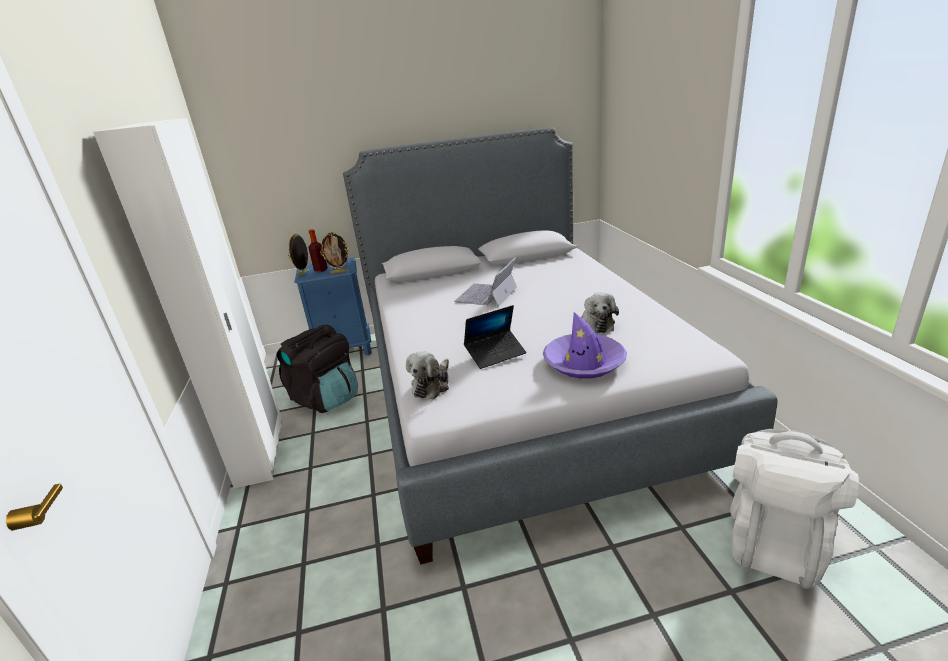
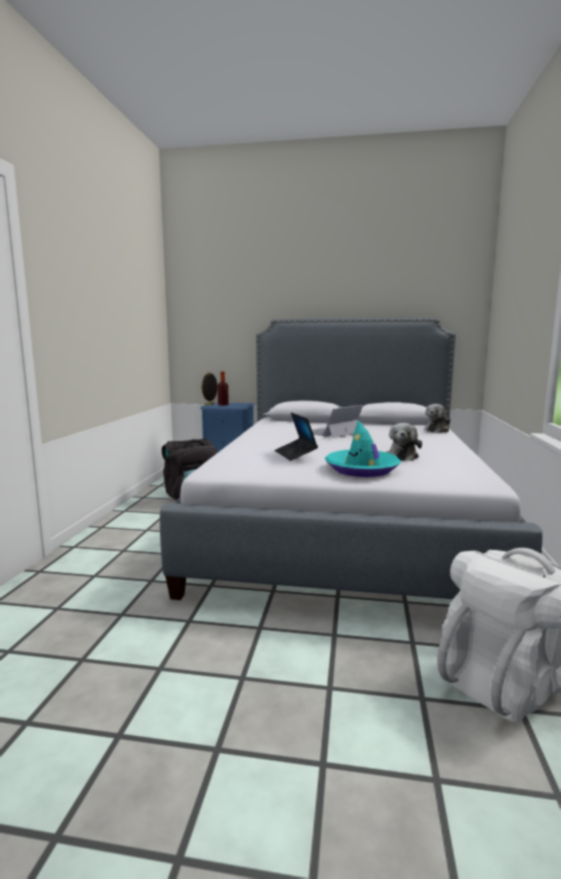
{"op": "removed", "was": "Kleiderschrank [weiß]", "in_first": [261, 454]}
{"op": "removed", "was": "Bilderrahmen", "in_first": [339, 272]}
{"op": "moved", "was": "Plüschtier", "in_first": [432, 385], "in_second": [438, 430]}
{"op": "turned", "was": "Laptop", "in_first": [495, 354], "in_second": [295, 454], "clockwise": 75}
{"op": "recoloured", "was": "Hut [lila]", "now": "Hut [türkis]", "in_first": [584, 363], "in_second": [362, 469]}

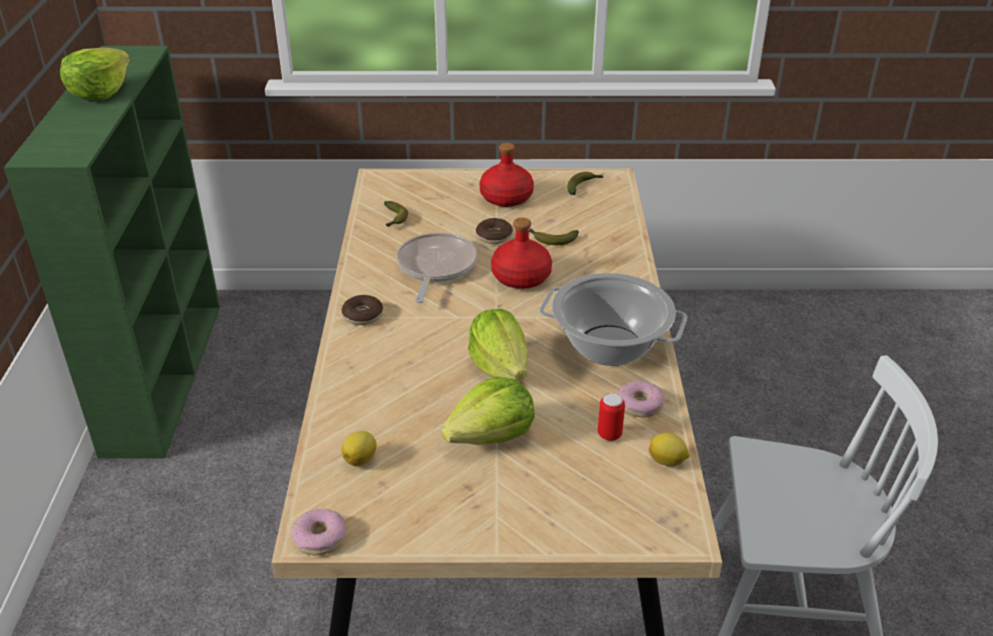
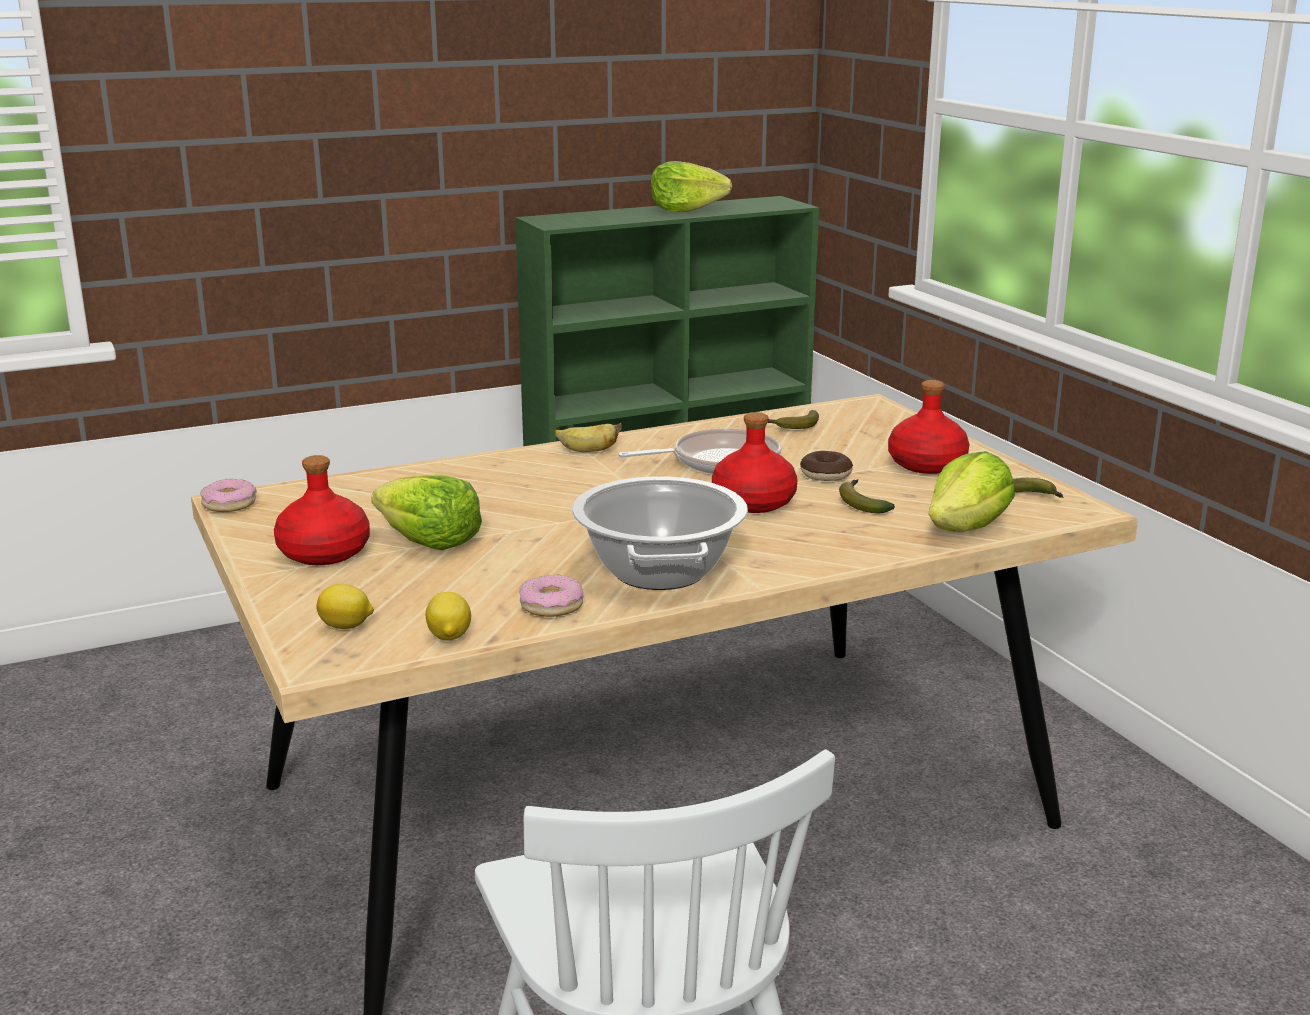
{"op": "replaced", "was": "Donut", "now": "Banane", "in_first": [362, 315], "in_second": [588, 451]}
{"op": "moved", "was": "Zitrone", "in_first": [361, 459], "in_second": [346, 626]}
{"op": "moved", "was": "Salatkopf", "in_first": [500, 366], "in_second": [967, 528]}
{"op": "removed", "was": "Dose", "in_first": [609, 435]}
{"op": "added", "now": "Flasche [rot]", "in_second": [323, 553]}

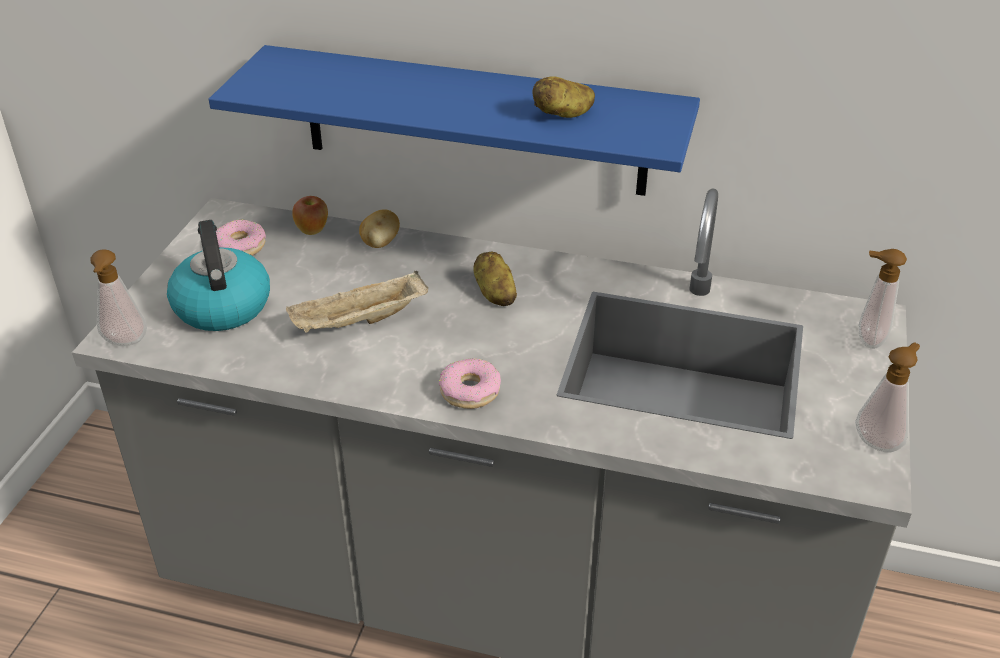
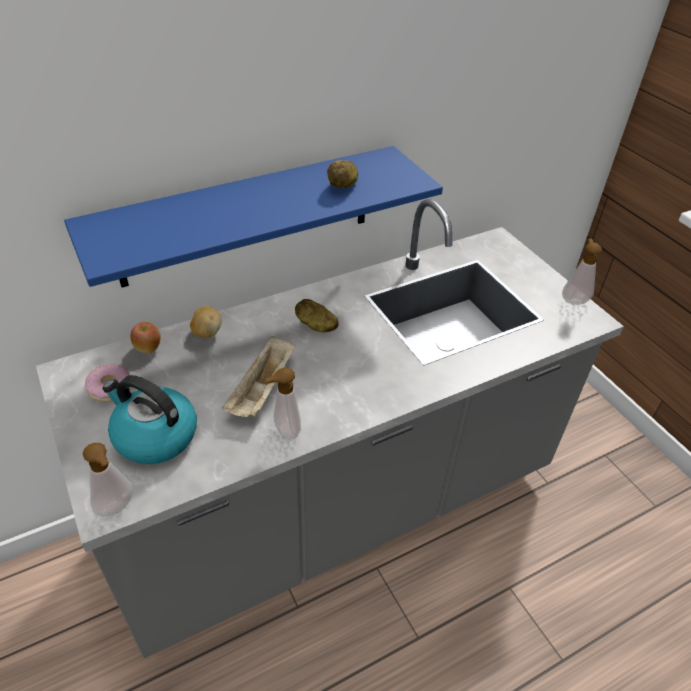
{"op": "removed", "was": "Donut", "in_first": [469, 391]}
{"op": "moved", "was": "Seifenspender", "in_first": [867, 339], "in_second": [284, 431]}

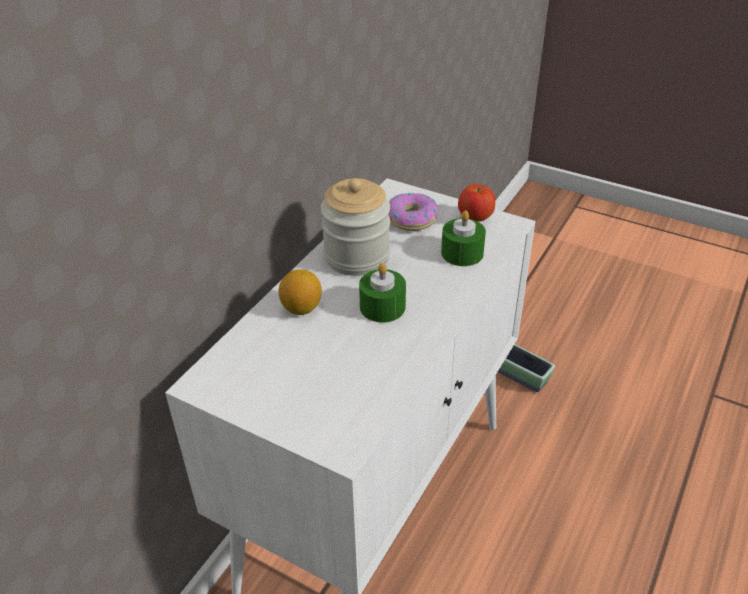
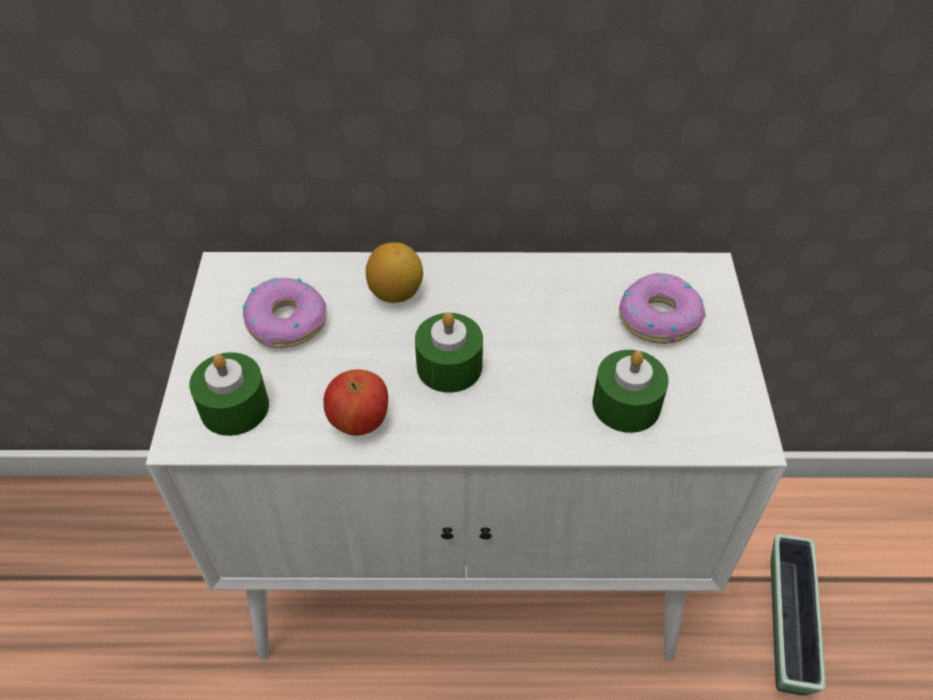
{"op": "removed", "was": "Vorratsglas", "in_first": [357, 256]}
{"op": "moved", "was": "Apfel", "in_first": [475, 218], "in_second": [360, 421]}
{"op": "added", "now": "Kerze [grün]", "in_second": [234, 407]}
{"op": "added", "now": "Donut", "in_second": [286, 321]}

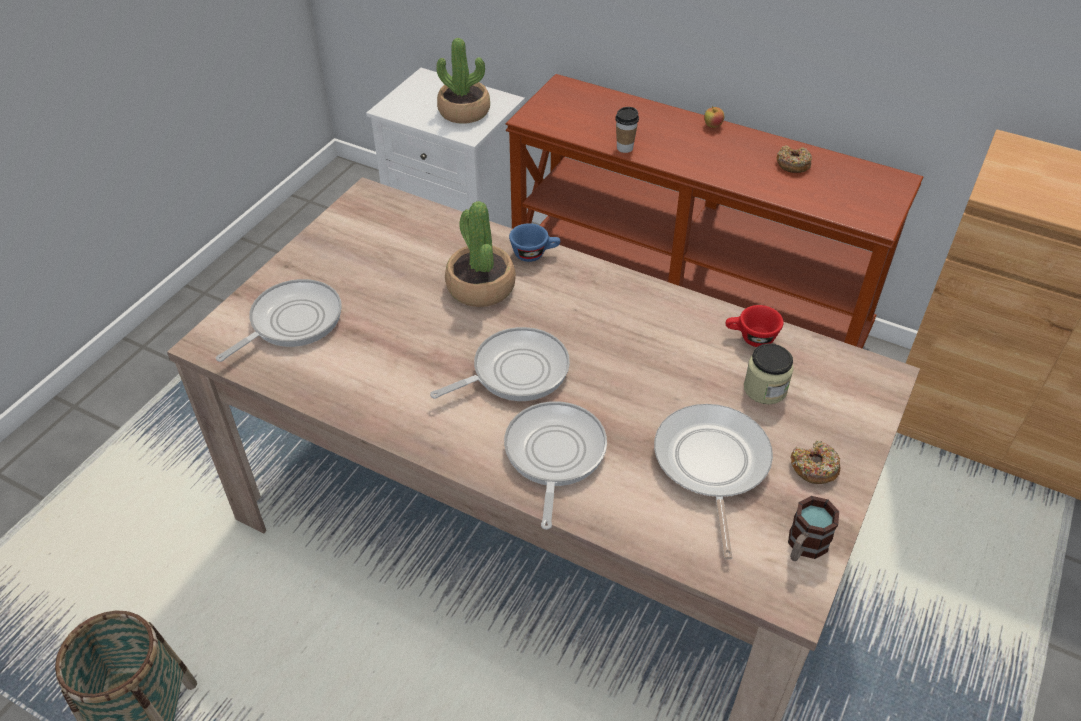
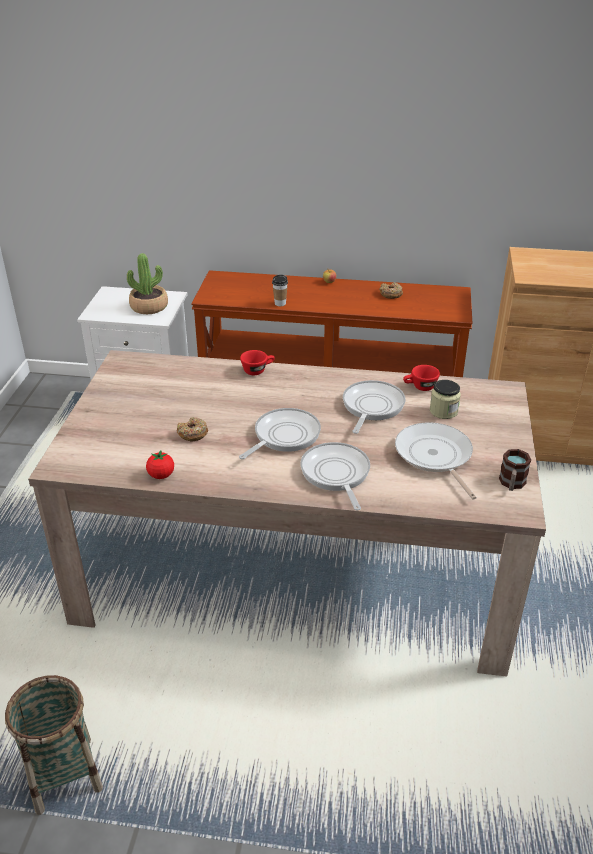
{"op": "moved", "was": "Pfanne", "in_first": [291, 322], "in_second": [371, 407]}
{"op": "removed", "was": "Topfpflanze", "in_first": [480, 287]}
{"op": "recoloured", "was": "Tasse [blau]", "now": "Tasse [rot]", "in_first": [534, 254], "in_second": [258, 370]}
{"op": "moved", "was": "Donut", "in_first": [814, 468], "in_second": [193, 434]}
{"op": "added", "now": "Tomate", "in_second": [161, 475]}

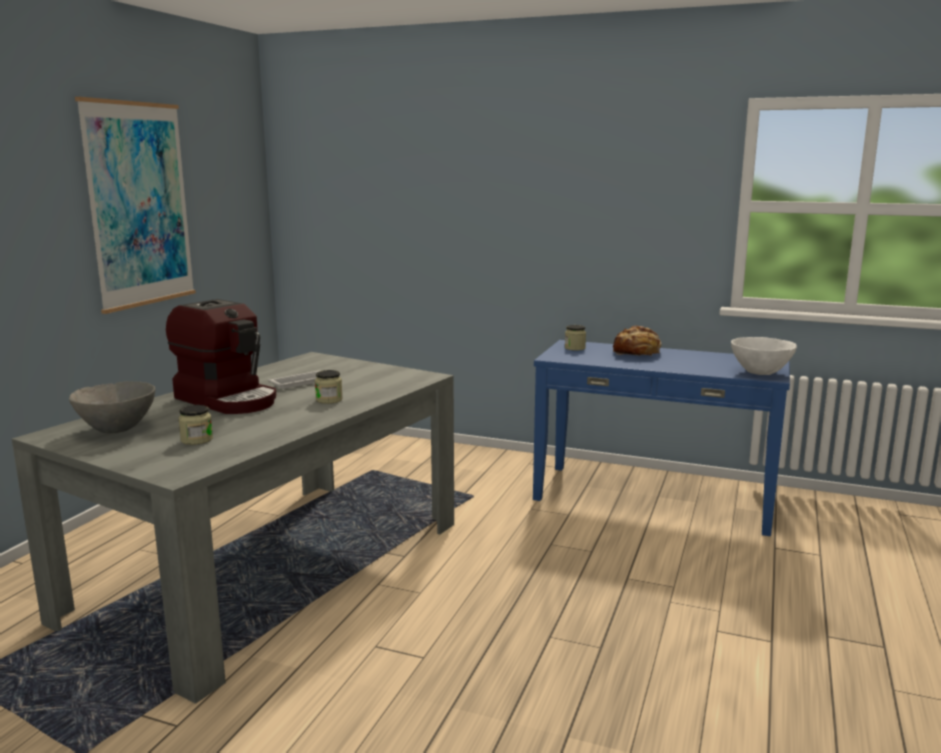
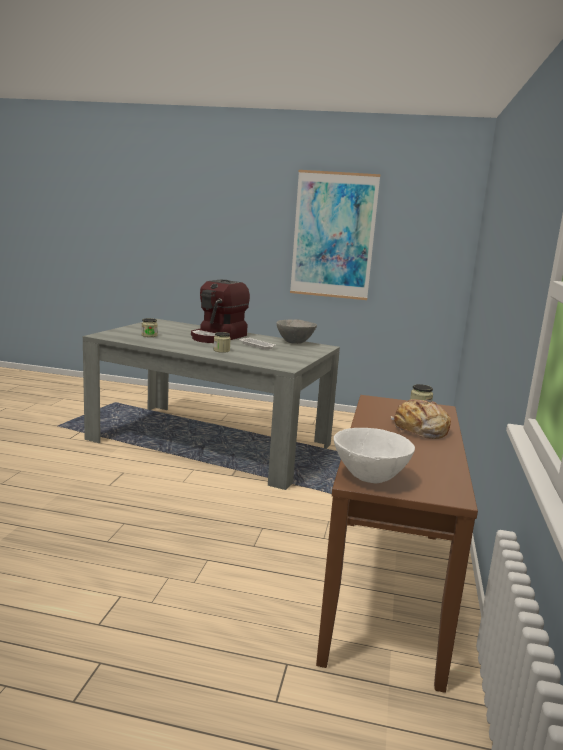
{"op": "moved", "was": "Schüssel [grau]", "in_first": [117, 429], "in_second": [295, 342]}
{"op": "recoloured", "was": "Konsolentisch [blau]", "now": "Konsolentisch [braun]", "in_first": [653, 498], "in_second": [387, 589]}

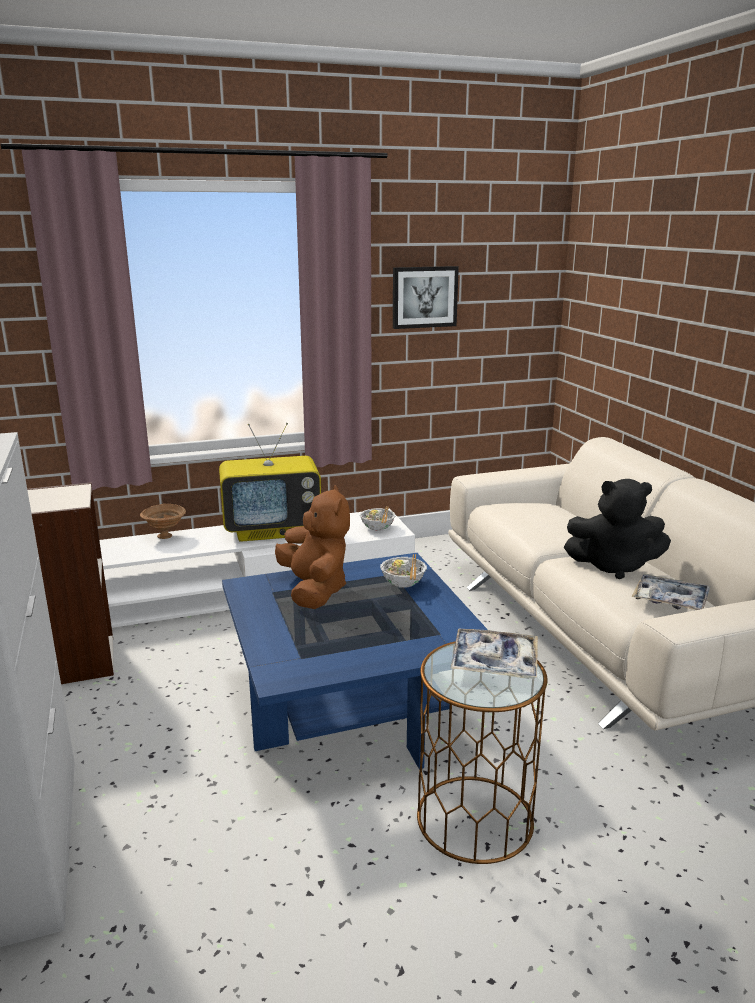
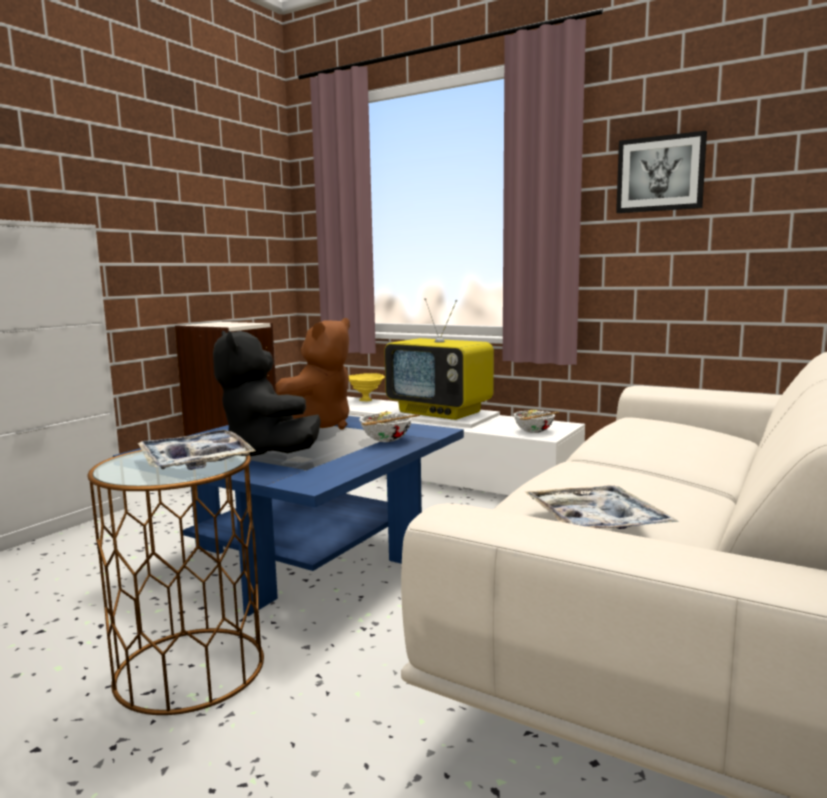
{"op": "recoloured", "was": "Schüssel [braun]", "now": "Schüssel [gelb]", "in_first": [166, 536], "in_second": [366, 400]}
{"op": "moved", "was": "Plüschtier [schwarz]", "in_first": [613, 566], "in_second": [266, 455]}

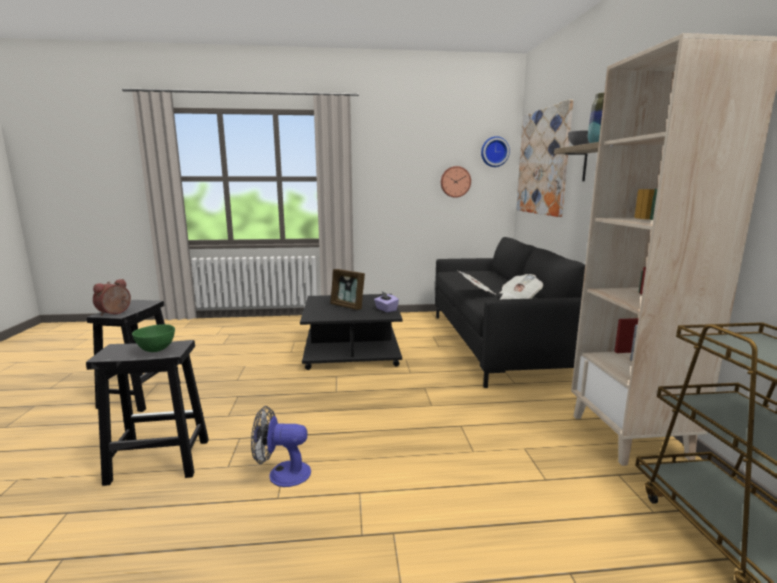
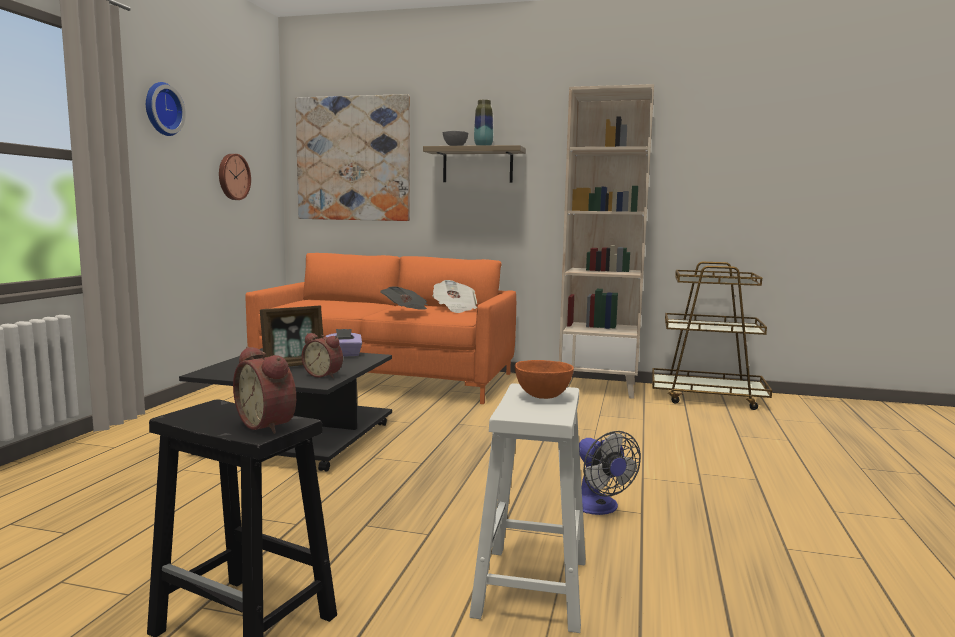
{"op": "recoloured", "was": "Hocker [schwarz]", "now": "Hocker [weiß]", "in_first": [157, 461], "in_second": [532, 588]}
{"op": "recoloured", "was": "Schüssel [grün]", "now": "Schüssel [orange]", "in_first": [156, 349], "in_second": [542, 396]}
{"op": "turned", "was": "Ventilator", "in_first": [282, 474], "in_second": [599, 508], "clockwise": -45}
{"op": "recoloured", "was": "Sofa [schwarz]", "now": "Sofa [orange]", "in_first": [500, 344], "in_second": [387, 378]}
{"op": "moved", "was": "Wanduhr", "in_first": [494, 152], "in_second": [161, 109]}
{"op": "added", "now": "Wecker", "in_second": [324, 375]}

